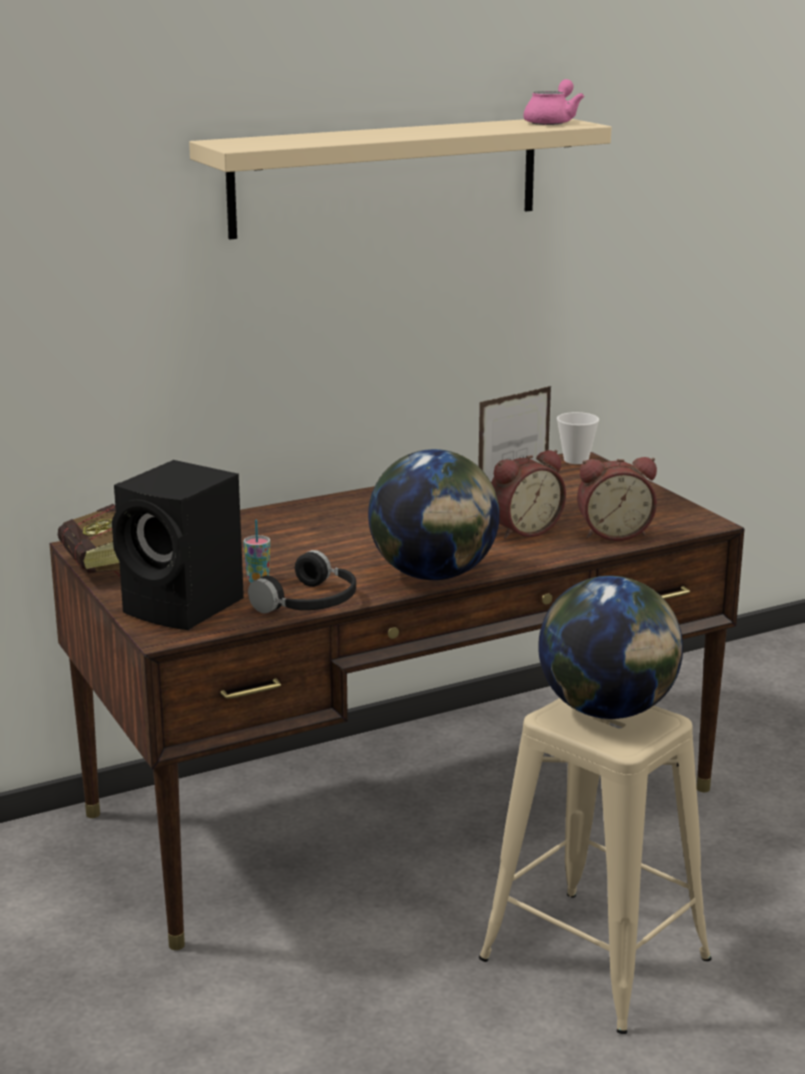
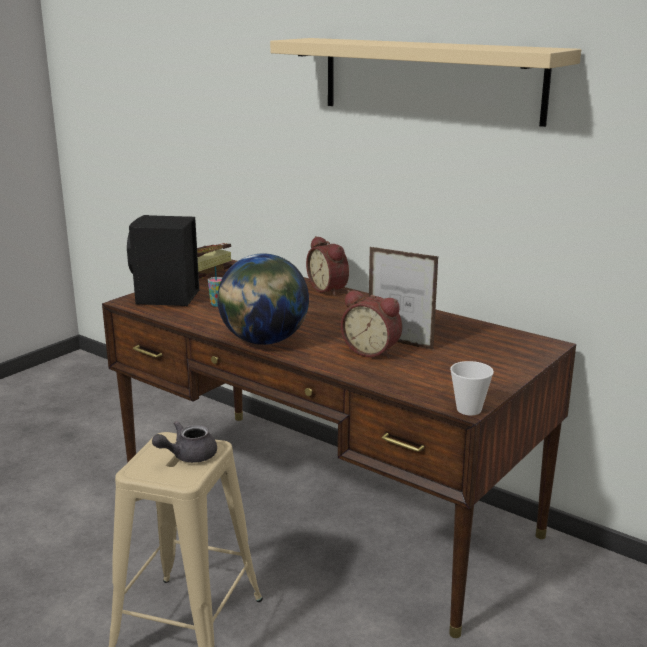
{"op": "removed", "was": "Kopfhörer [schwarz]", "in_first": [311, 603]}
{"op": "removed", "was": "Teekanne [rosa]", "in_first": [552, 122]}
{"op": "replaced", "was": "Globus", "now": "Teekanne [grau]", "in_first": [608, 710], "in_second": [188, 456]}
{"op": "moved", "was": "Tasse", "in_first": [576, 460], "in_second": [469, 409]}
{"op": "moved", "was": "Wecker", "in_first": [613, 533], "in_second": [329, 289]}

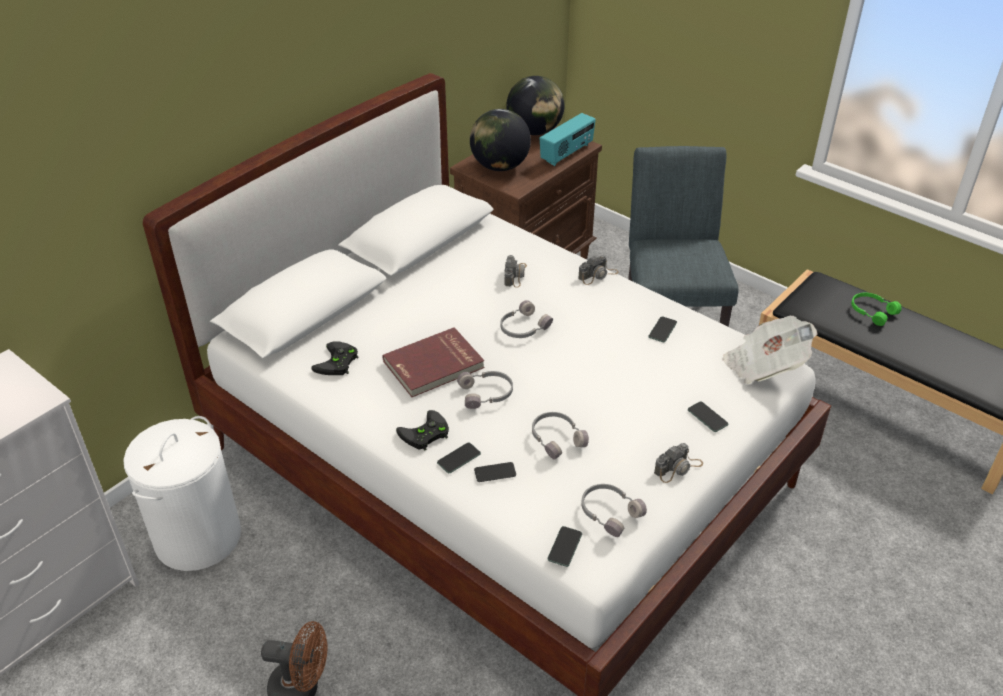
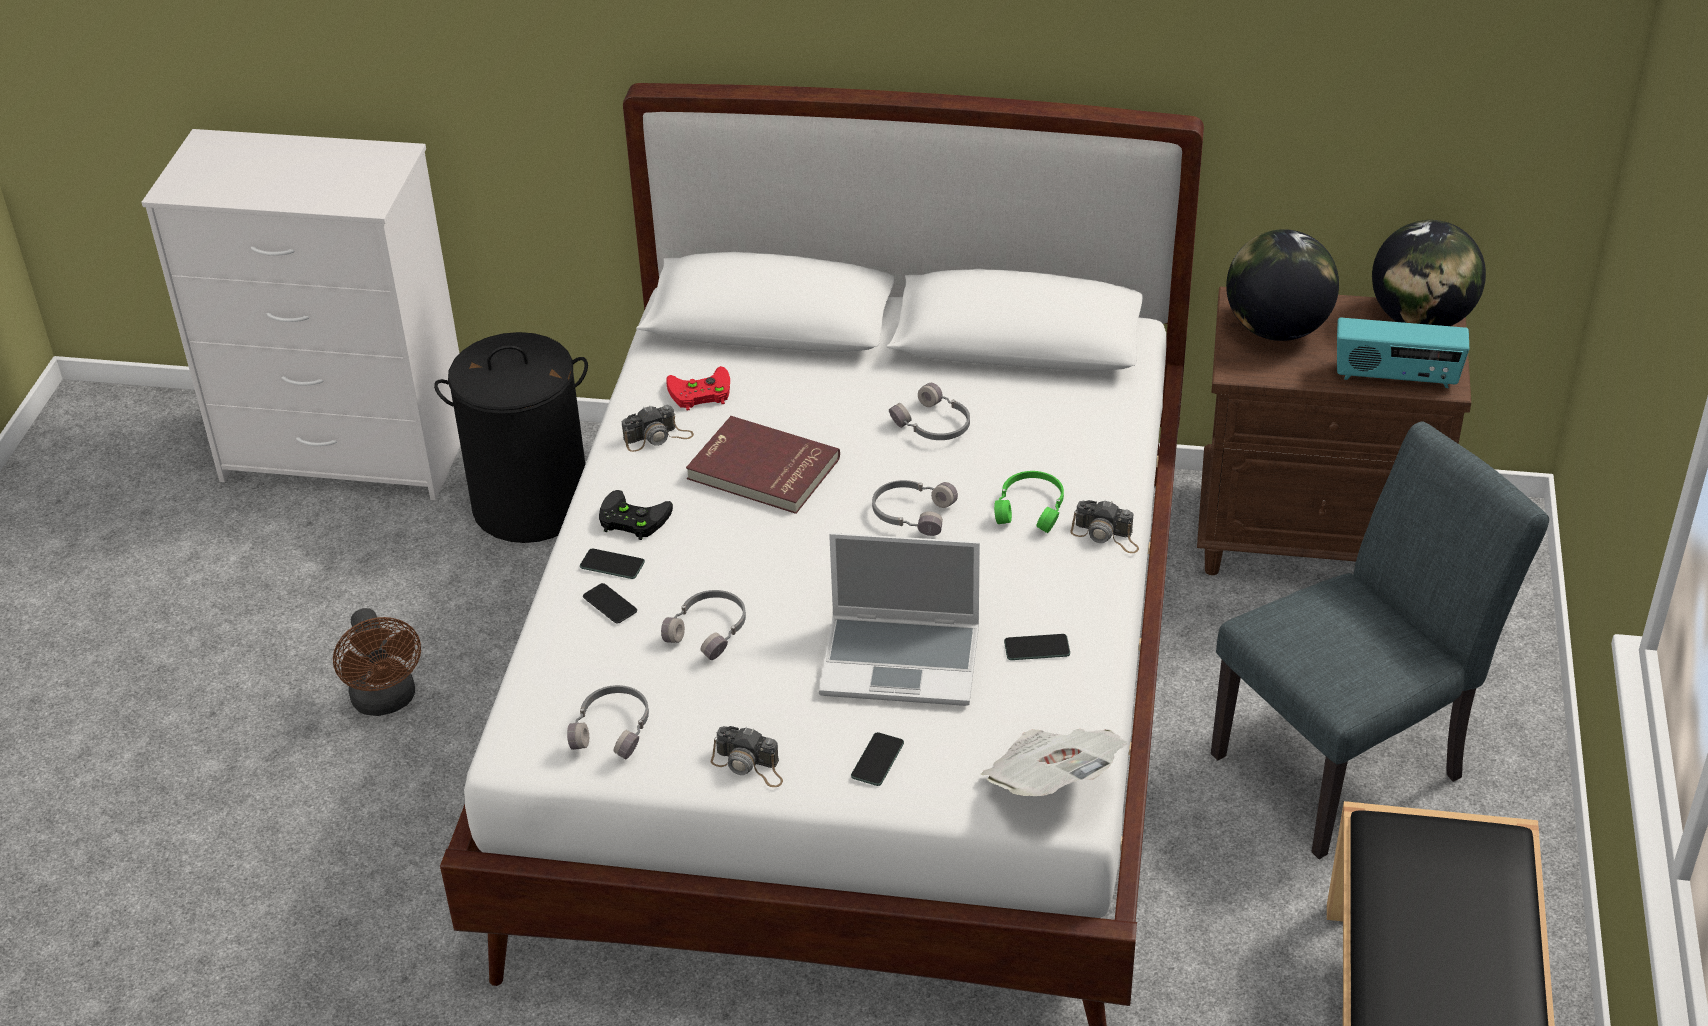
{"op": "recoloured", "was": "Wäschekorb [weiß]", "now": "Wäschekorb [schwarz]", "in_first": [198, 536], "in_second": [532, 505]}
{"op": "recoloured", "was": "Gamepad [schwarz]", "now": "Gamepad [rot]", "in_first": [337, 363], "in_second": [698, 393]}
{"op": "moved", "was": "Kopfhörer [grau]", "in_first": [486, 394], "in_second": [933, 425]}
{"op": "moved", "was": "Kamera", "in_first": [515, 275], "in_second": [658, 437]}
{"op": "removed", "was": "Handy", "in_first": [564, 547]}
{"op": "moved", "was": "Kopfhörer [grün]", "in_first": [872, 311], "in_second": [1031, 508]}
{"op": "added", "now": "Laptop", "in_second": [903, 661]}

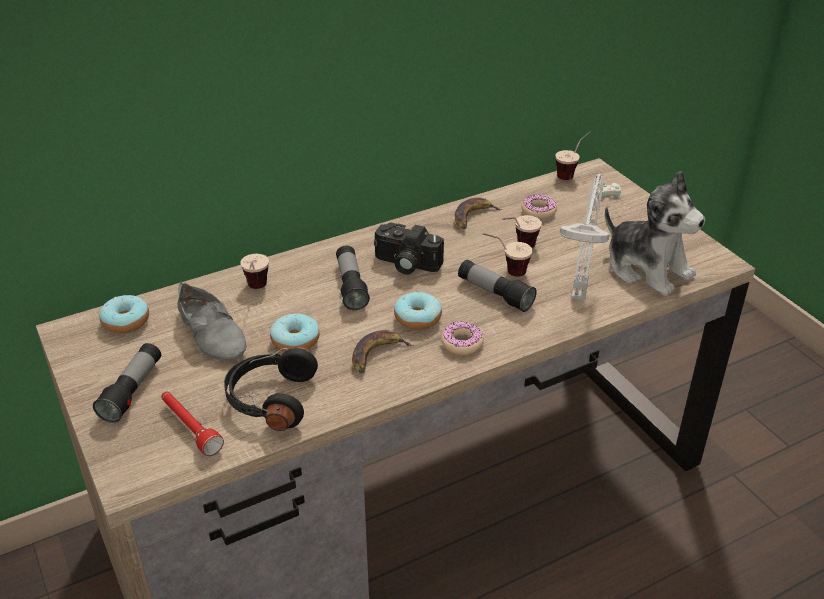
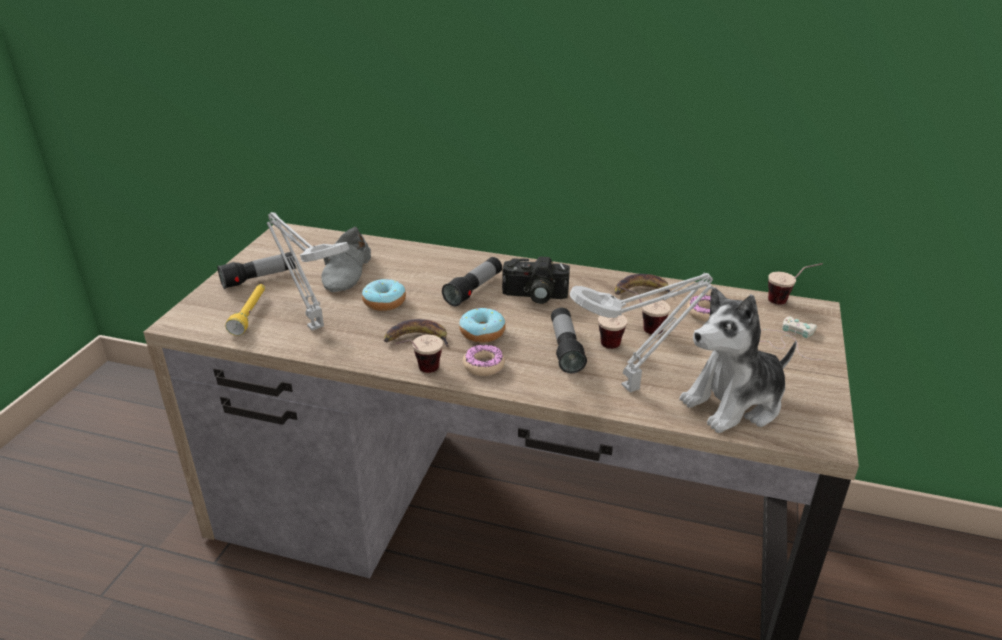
{"op": "removed", "was": "Donut", "in_first": [126, 321]}
{"op": "recoloured", "was": "Taschenlampe [rot]", "now": "Taschenlampe [gelb]", "in_first": [190, 428], "in_second": [250, 314]}
{"op": "replaced", "was": "Kopfhörer [schwarz]", "now": "Tischlampe [grau]", "in_first": [270, 399], "in_second": [313, 325]}
{"op": "moved", "was": "Tasse", "in_first": [256, 291], "in_second": [420, 373]}
{"op": "turned", "was": "Kamera", "in_first": [405, 264], "in_second": [534, 296], "clockwise": -60}
{"op": "turned", "was": "Plüschtier", "in_first": [647, 268], "in_second": [734, 403], "clockwise": 60}

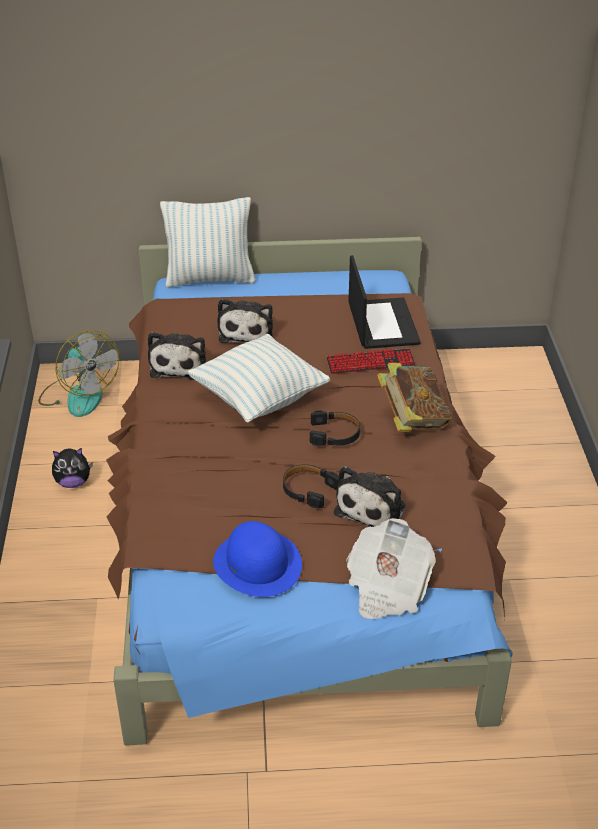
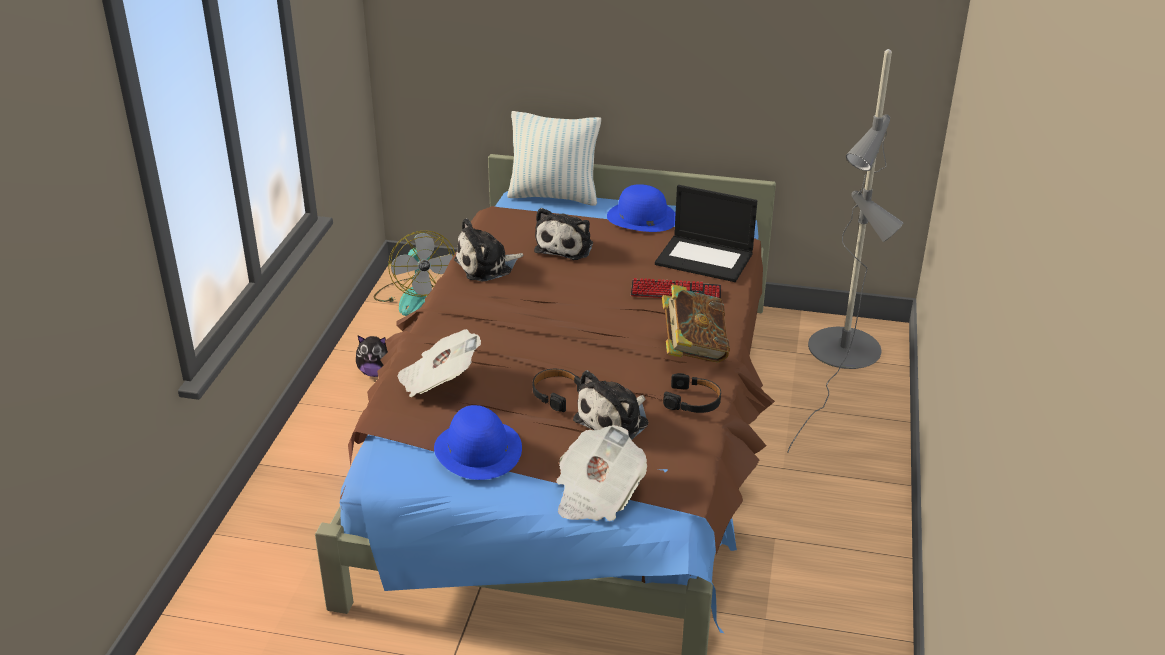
{"op": "turned", "was": "Plüschtier", "in_first": [179, 364], "in_second": [487, 266], "clockwise": 45}
{"op": "removed", "was": "Kissen", "in_first": [259, 399]}
{"op": "moved", "was": "Kopfhörer [schwarz]", "in_first": [334, 434], "in_second": [693, 401]}
{"op": "turned", "was": "Laptop", "in_first": [382, 323], "in_second": [705, 258], "clockwise": 105}
{"op": "added", "now": "Zeitung", "in_second": [438, 381]}
{"op": "added", "now": "Hut [blau]", "in_second": [641, 217]}
{"op": "added", "now": "Stehlampe [grau]", "in_second": [840, 357]}

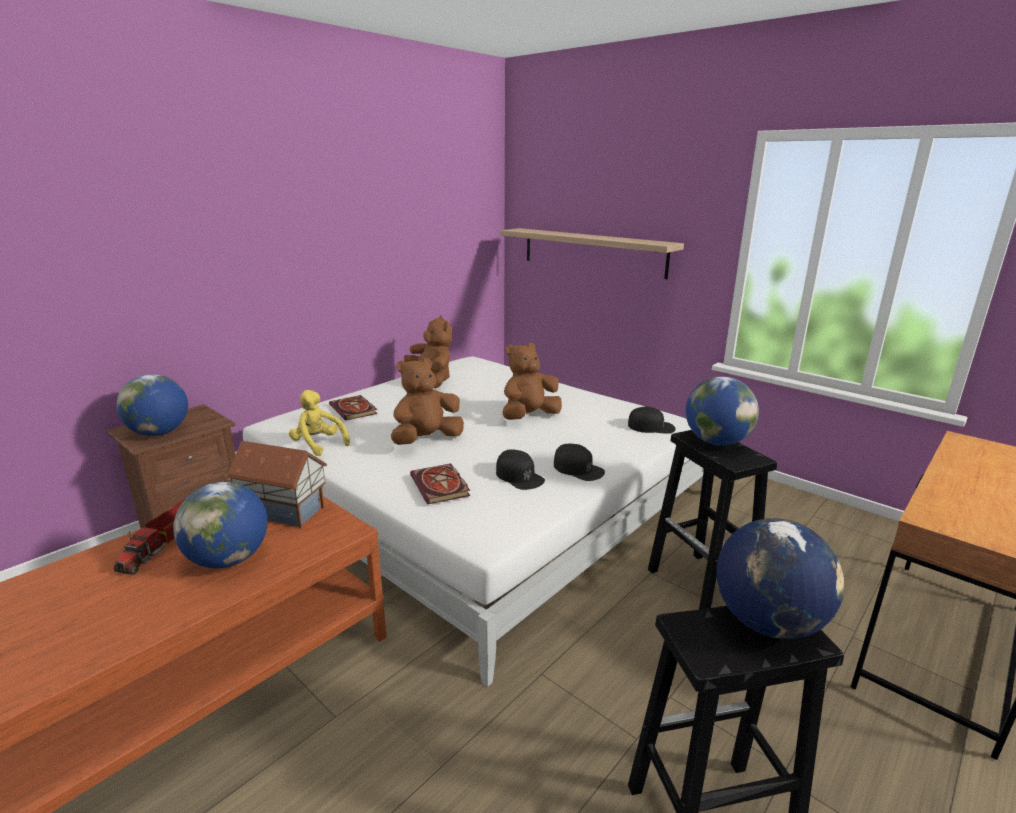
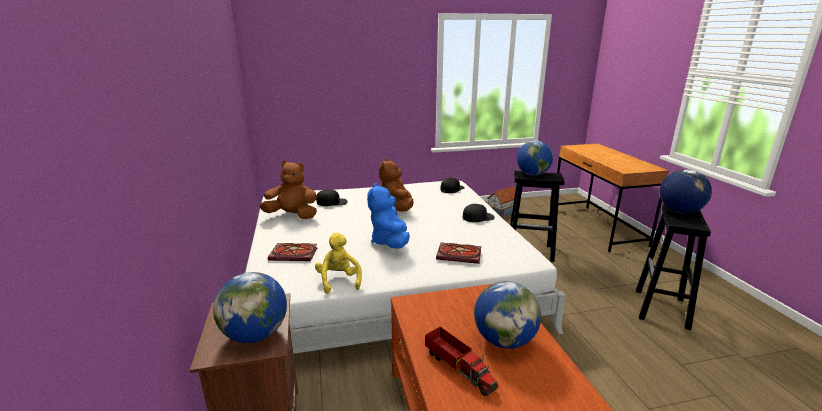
{"op": "moved", "was": "Spielzeughaus", "in_first": [284, 510], "in_second": [502, 213]}
{"op": "turned", "was": "Plüschtier [gelb]", "in_first": [318, 445], "in_second": [339, 281], "clockwise": 90}
{"op": "recoloured", "was": "Plüschtier [braun]", "now": "Plüschtier [blau]", "in_first": [426, 440], "in_second": [390, 242]}
{"op": "moved", "was": "Kappe [schwarz]", "in_first": [519, 476], "in_second": [332, 202]}
{"op": "removed", "was": "Wandregal", "in_first": [592, 252]}

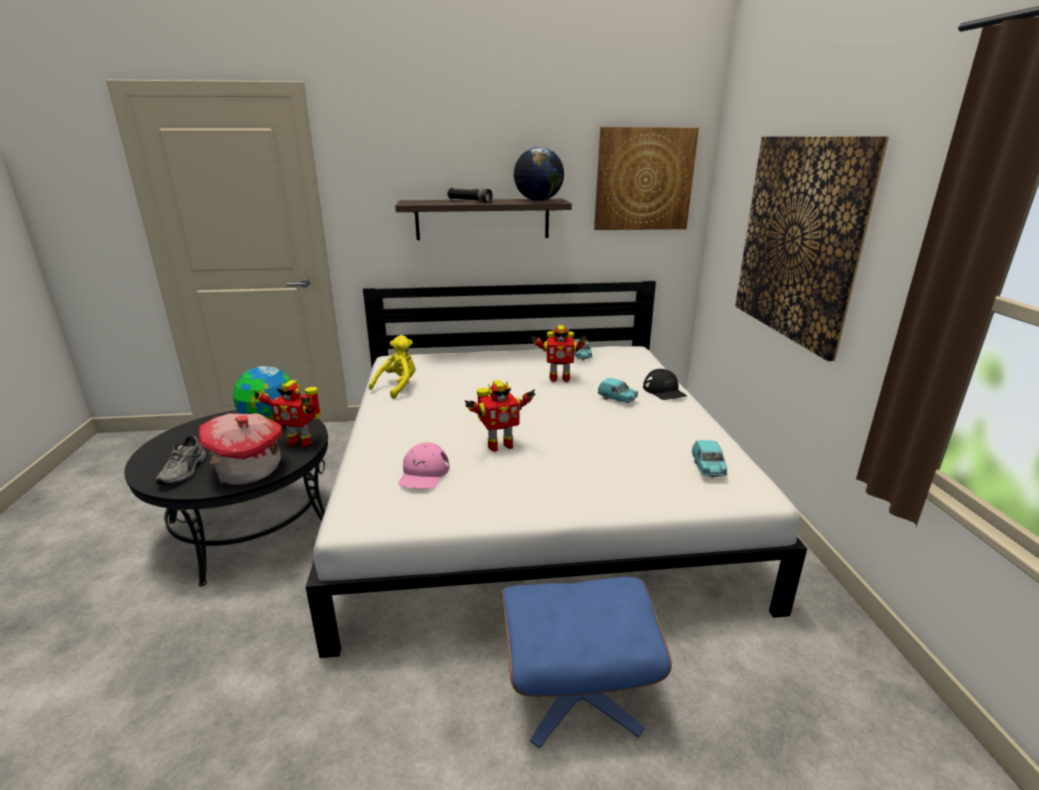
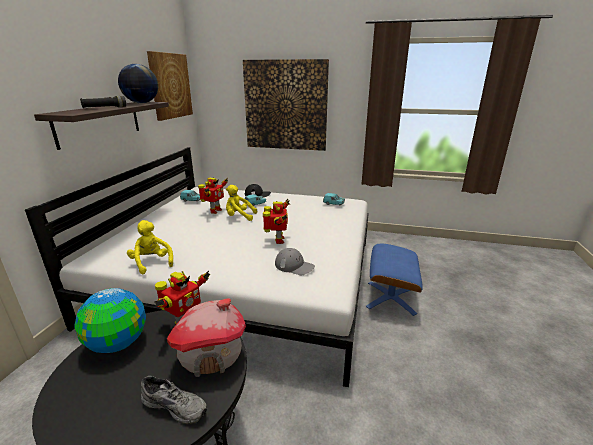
{"op": "recoloured", "was": "Kappe [rosa]", "now": "Kappe [grau]", "in_first": [423, 473], "in_second": [294, 266]}
{"op": "added", "now": "Plüschtier [gelb]", "in_second": [239, 217]}

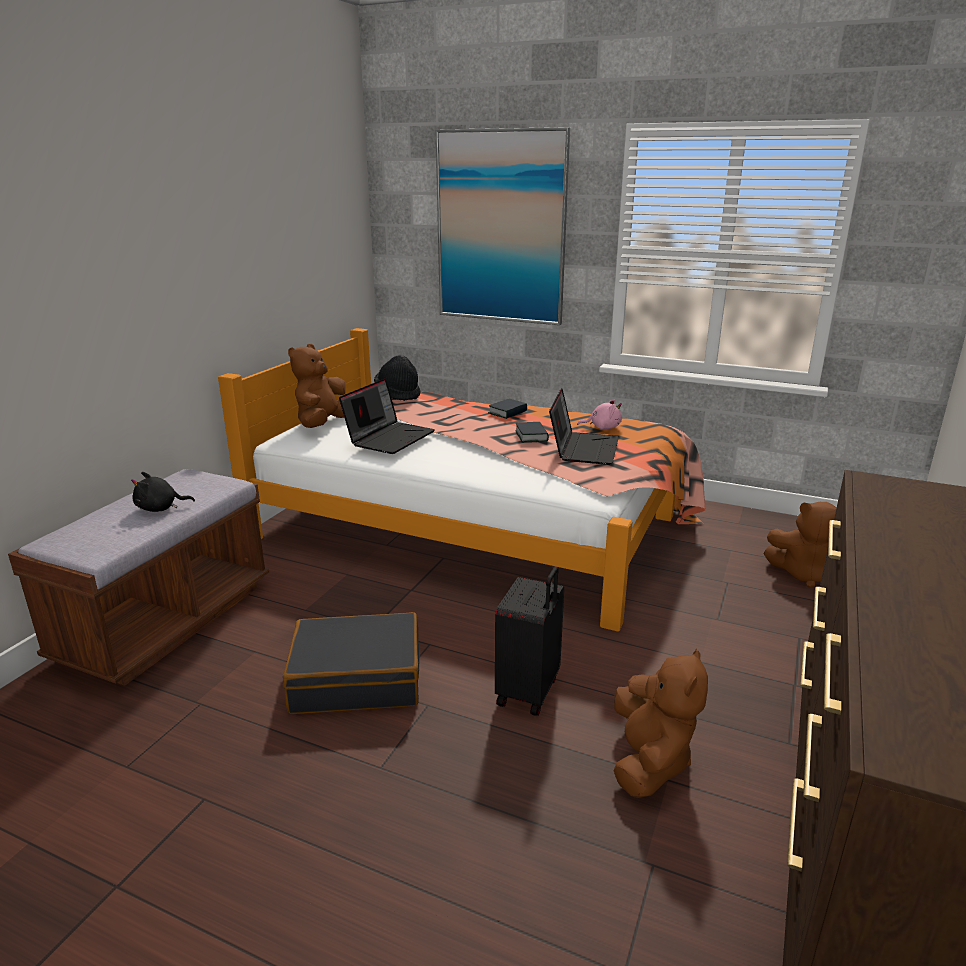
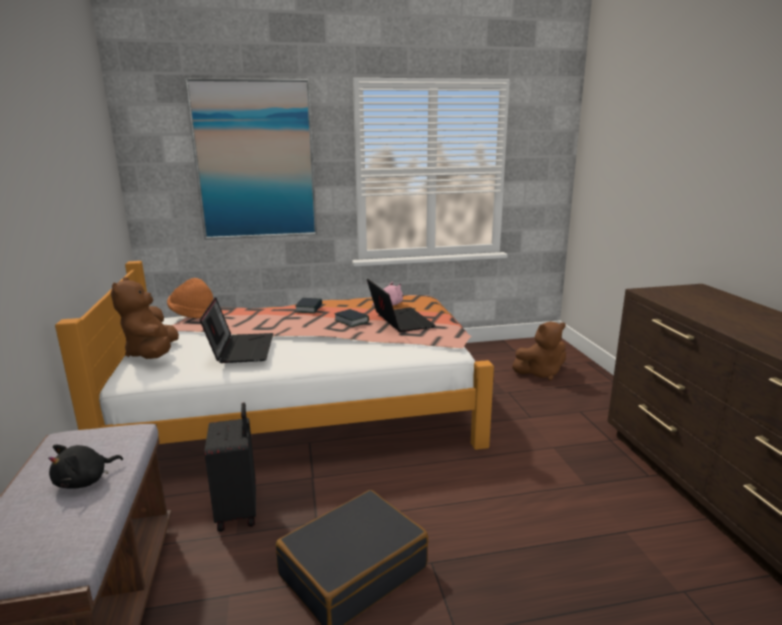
{"op": "recoloured", "was": "Hut [schwarz]", "now": "Hut [orange]", "in_first": [398, 394], "in_second": [193, 314]}
{"op": "moved", "was": "Koffer [schwarz]", "in_first": [529, 692], "in_second": [239, 511]}
{"op": "removed", "was": "Plüschtier [braun]", "in_first": [649, 761]}

